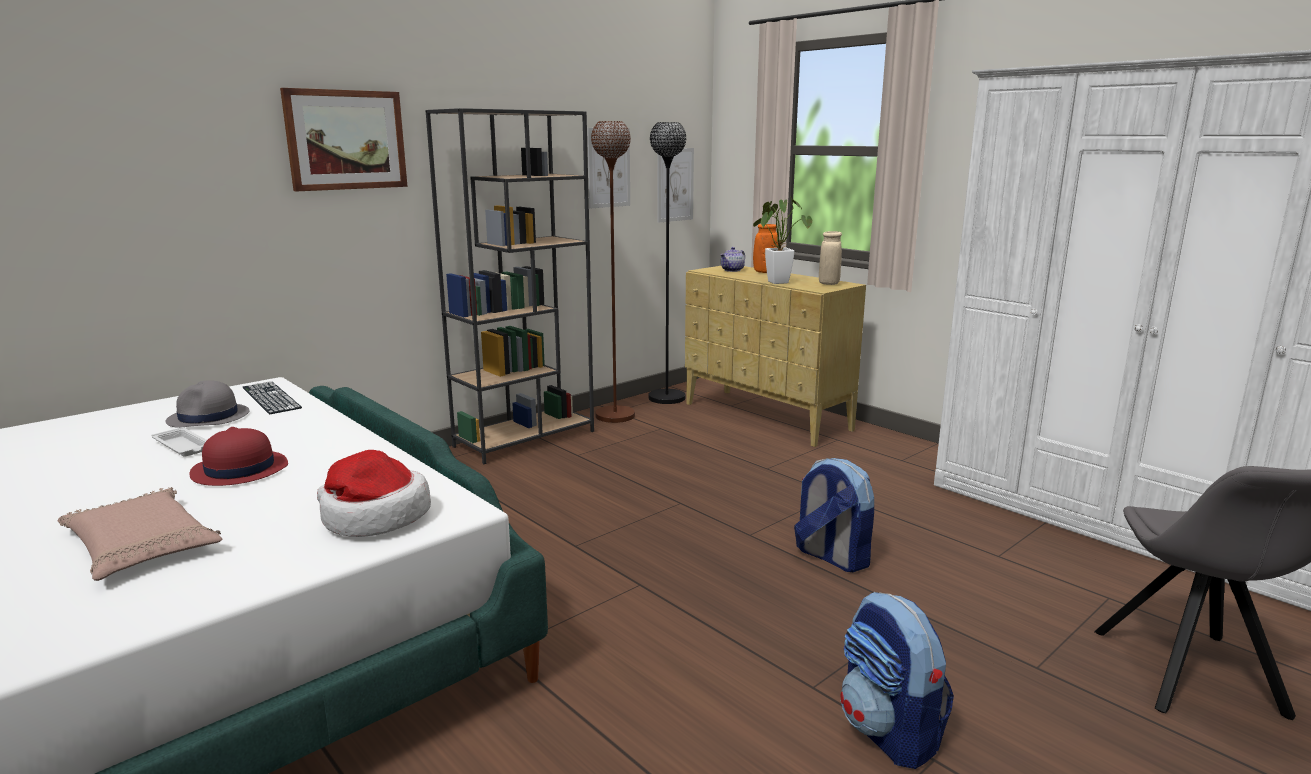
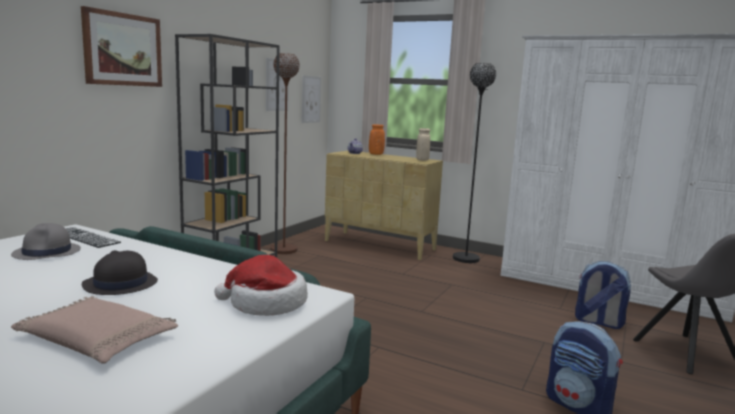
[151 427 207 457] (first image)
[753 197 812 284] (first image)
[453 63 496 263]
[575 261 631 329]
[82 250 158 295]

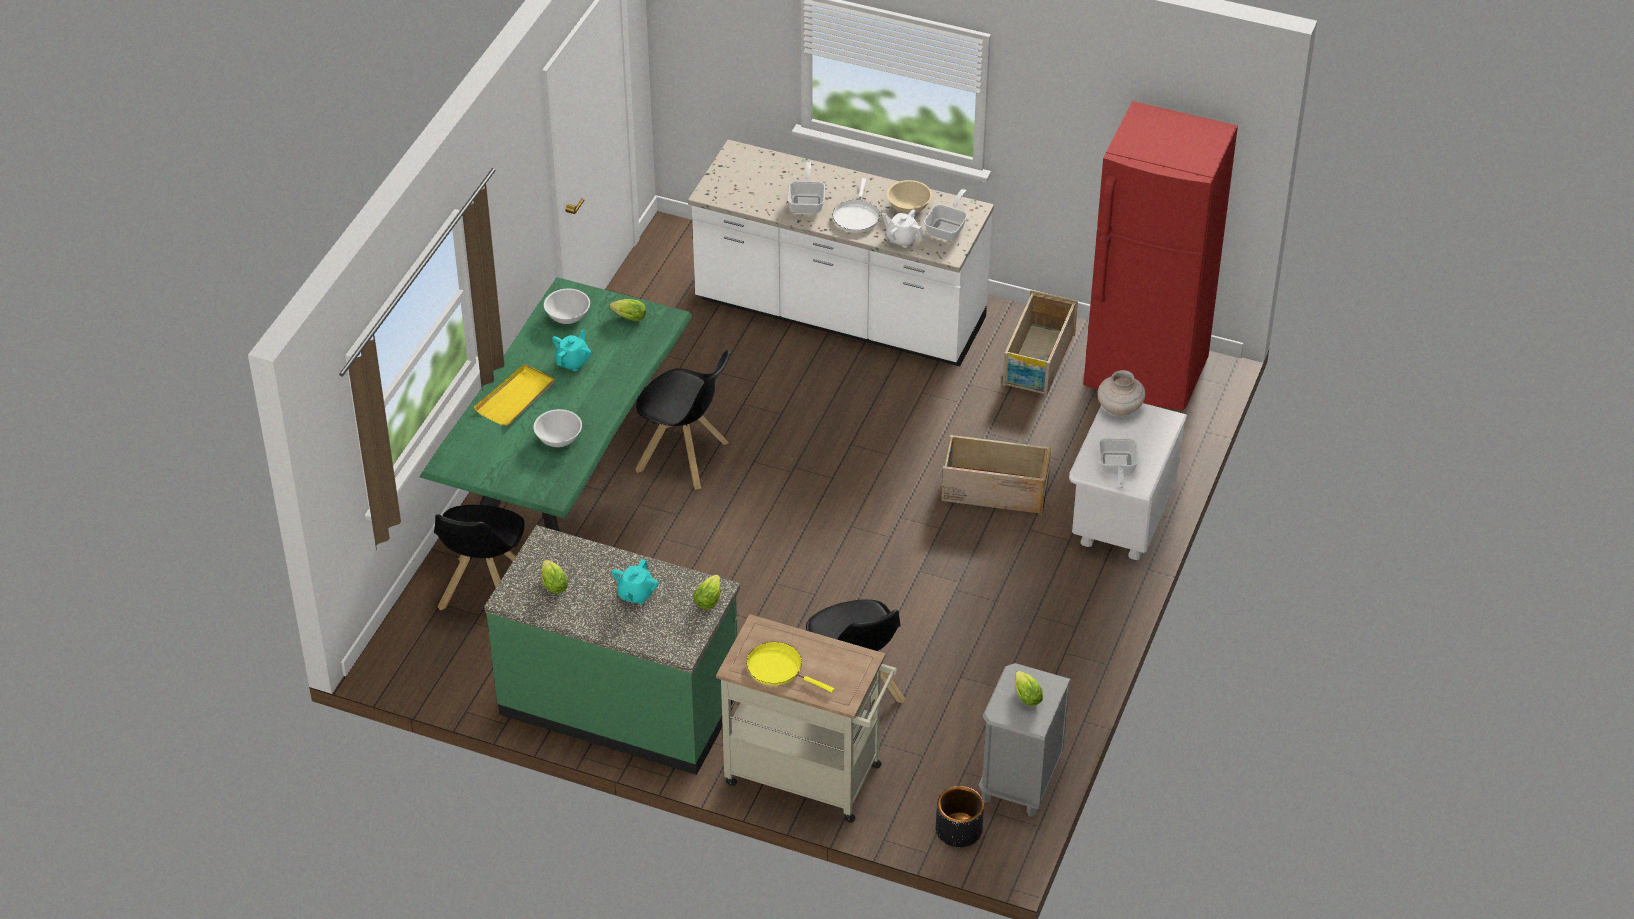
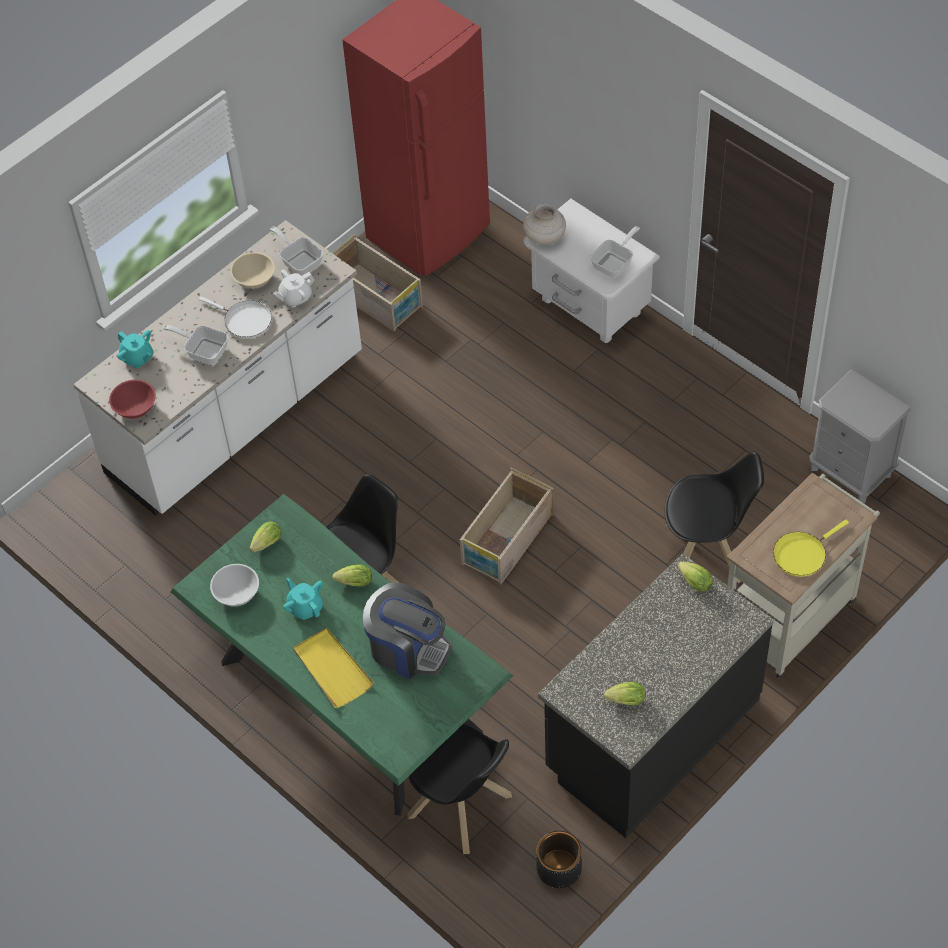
[109 380 156 419]
[117 330 153 368]
[536 831 582 888]
[460 468 554 584]
[332 565 372 586]
[363 582 452 679]
[538 554 774 838]
[590 226 640 278]

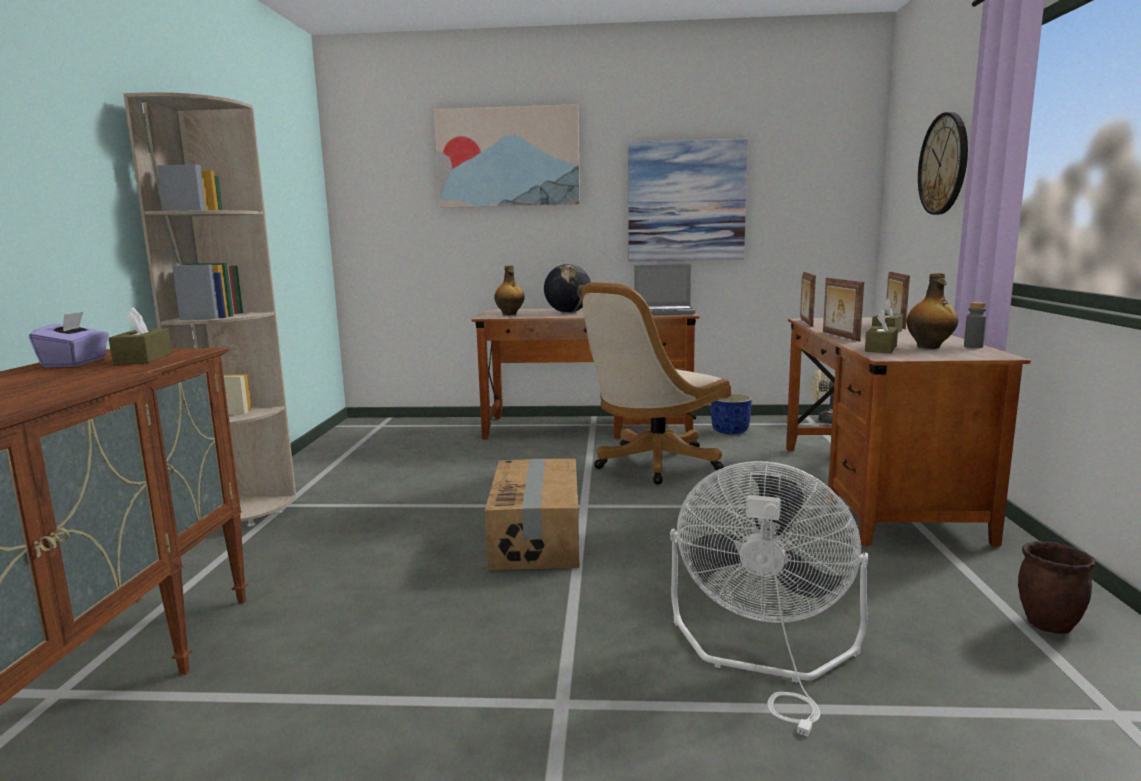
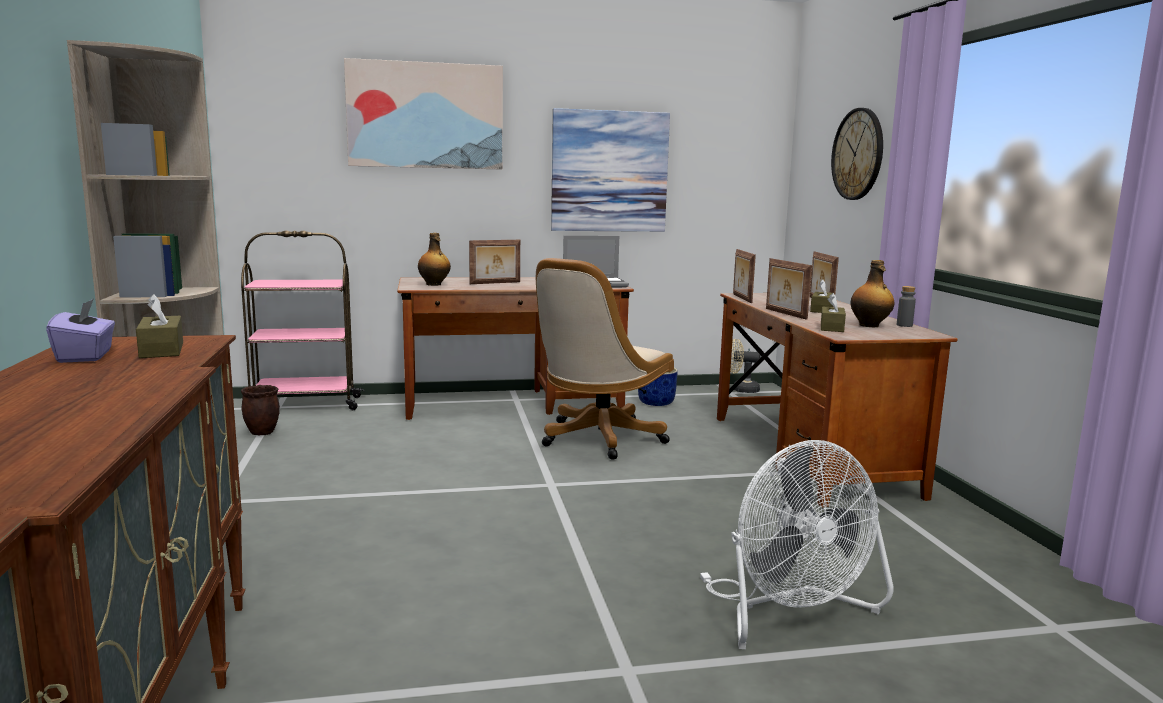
[485 459 580 570] (first image)
[241 230 366 410]
[241 385 280 435]
[469 240 520 284]
[700 440 894 649]

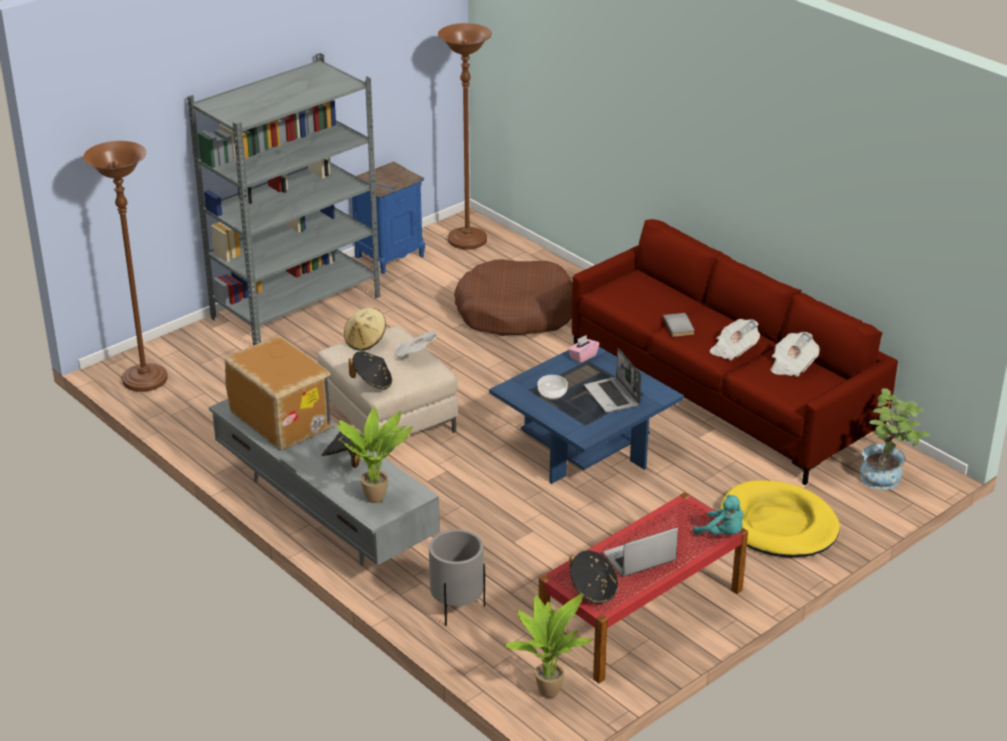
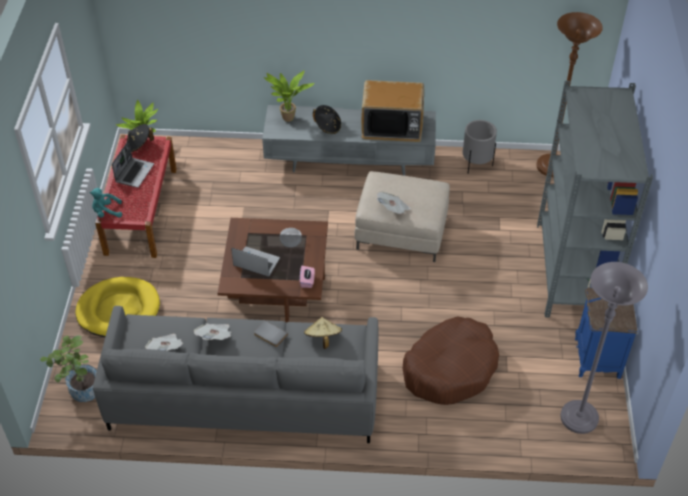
[349 351 392 389] (first image)
[304 317 342 349]
[463 120 497 174]
[561 262 648 434]
[218 218 328 323]
[93 306 378 443]

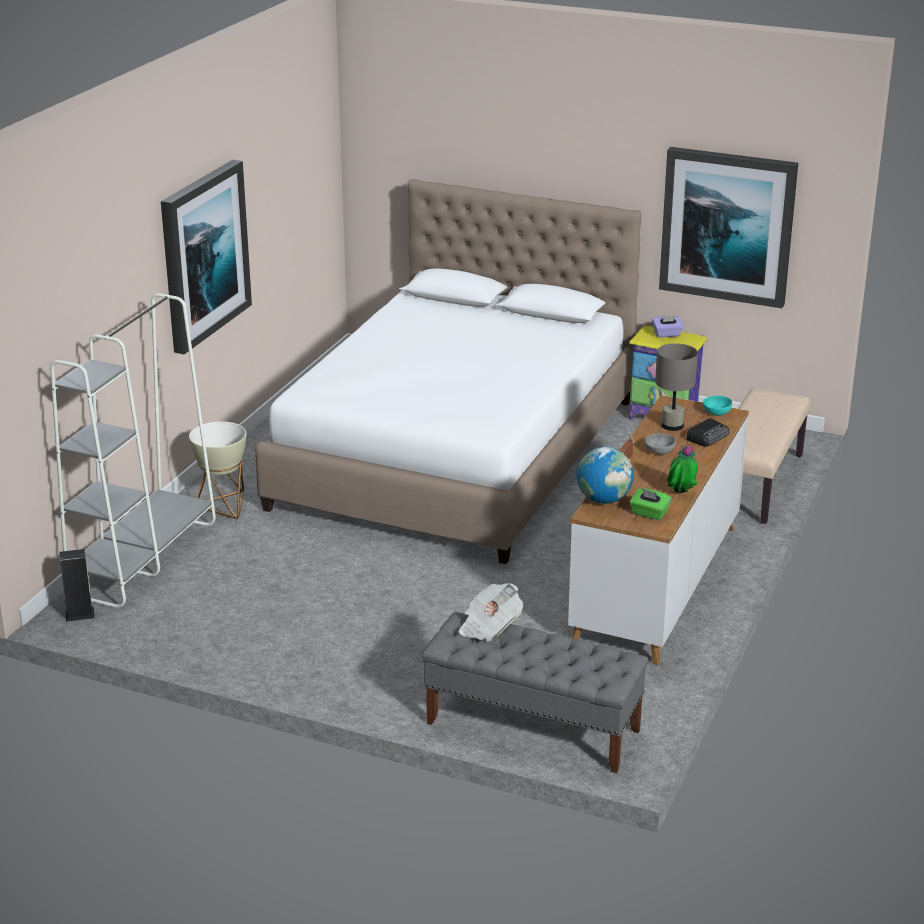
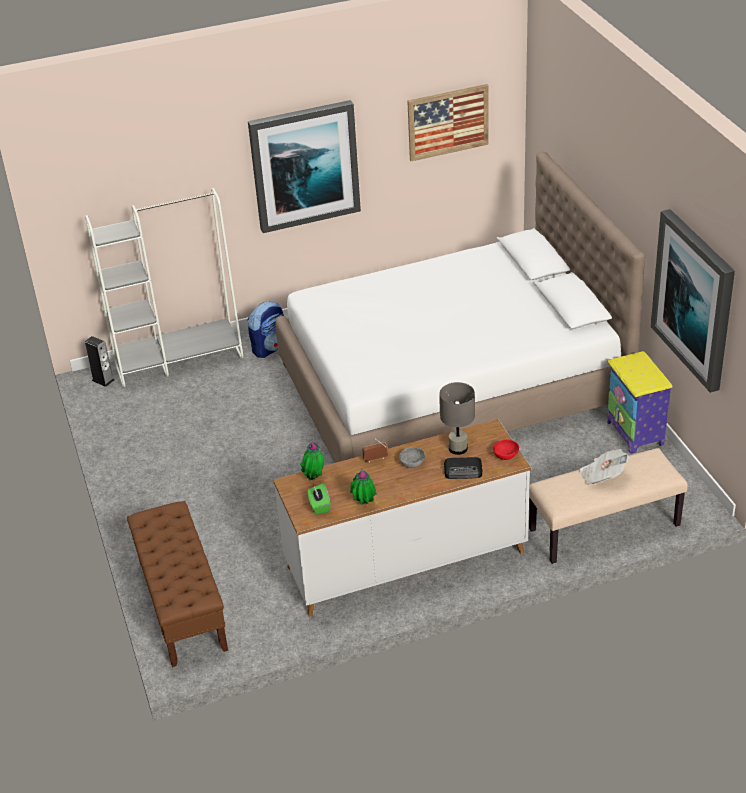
[652 315 684 338] (first image)
[407 84 489 161]
[580 449 629 485]
[247 302 284 358]
[300 442 324 480]
[127 501 228 667]
[493 440 519 460]

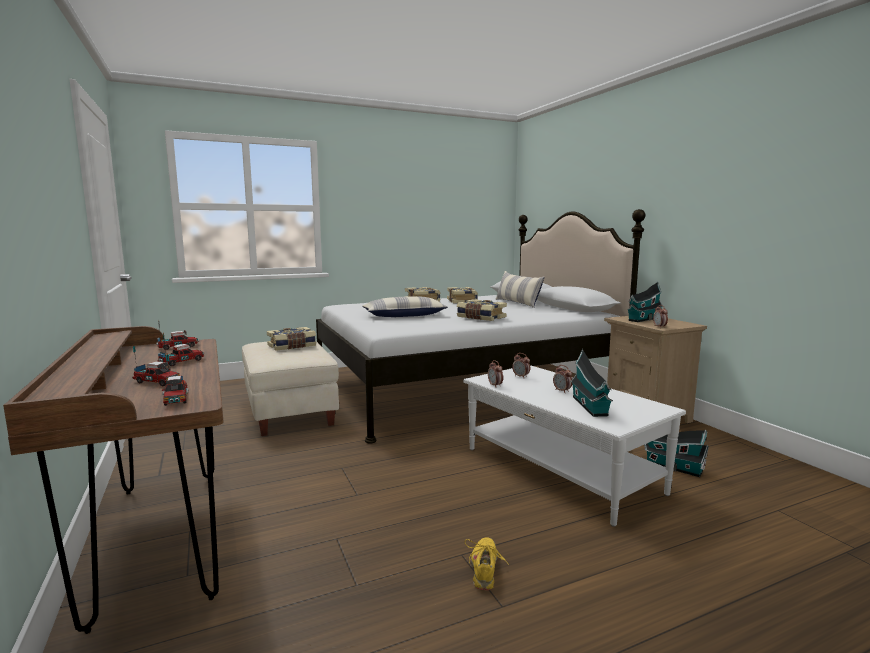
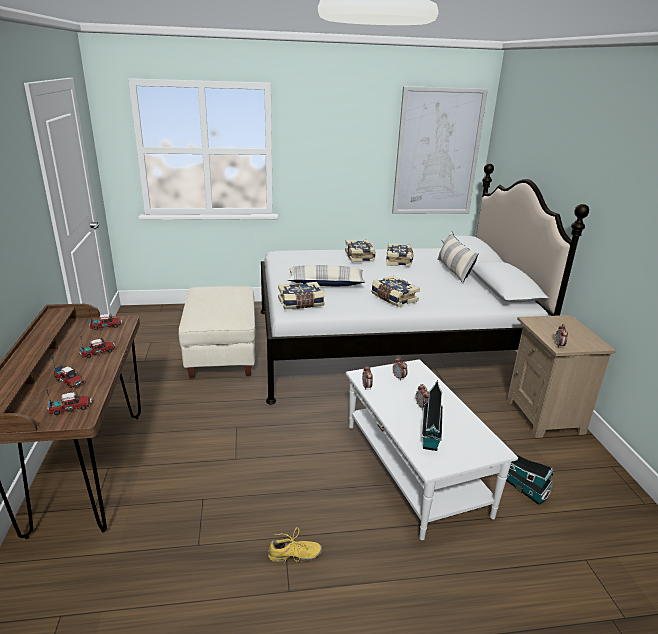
[627 282 663 322] (first image)
[392 86 488 214]
[278 282 325 310]
[47 390 92 415]
[268 527 322 562]

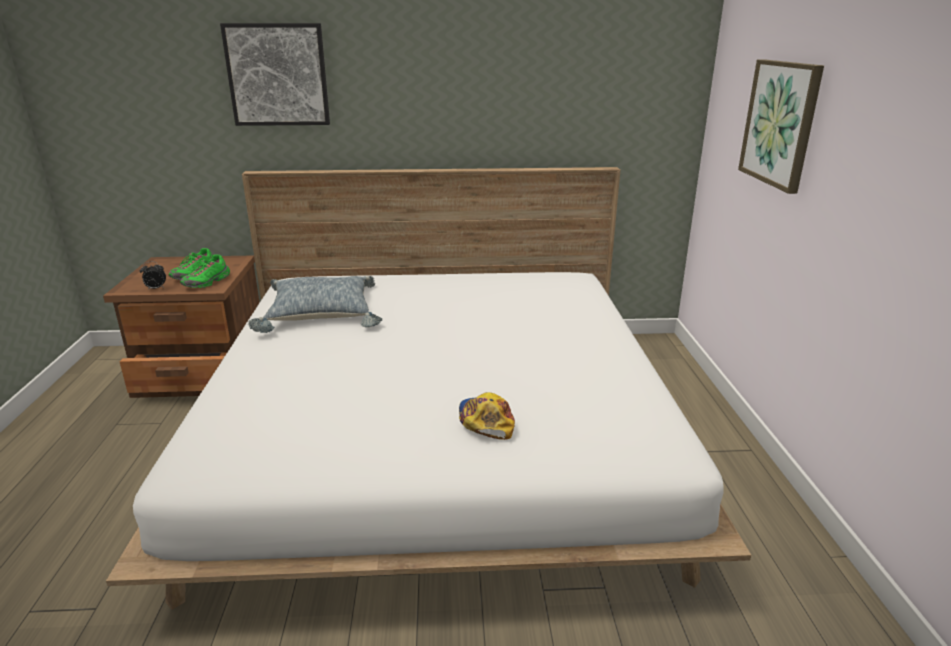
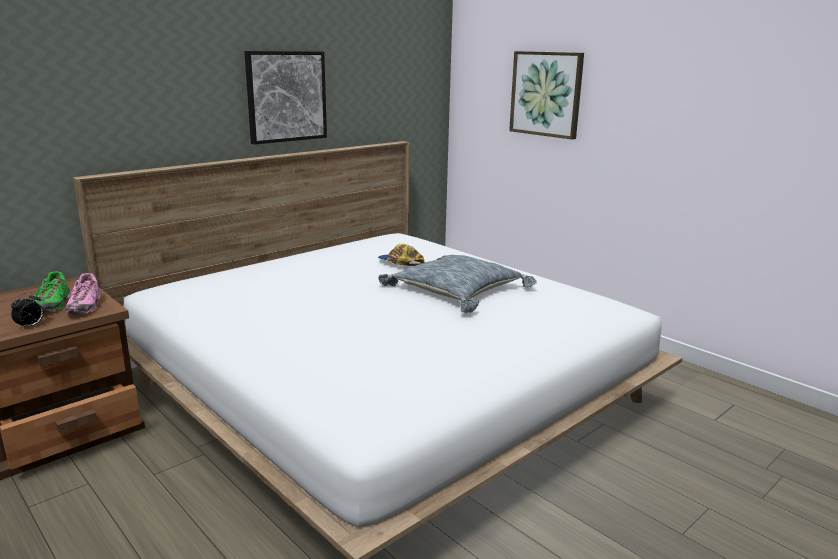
[244 51 327 144]
[379 255 537 313]
[378 243 425 266]
[65 273 101 314]

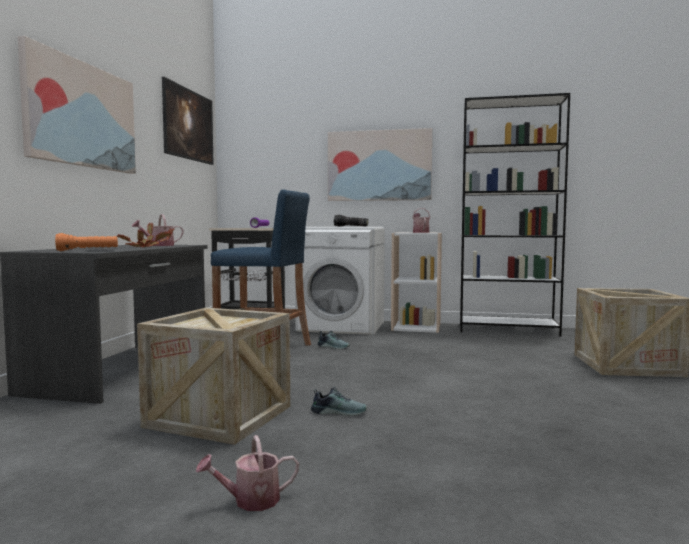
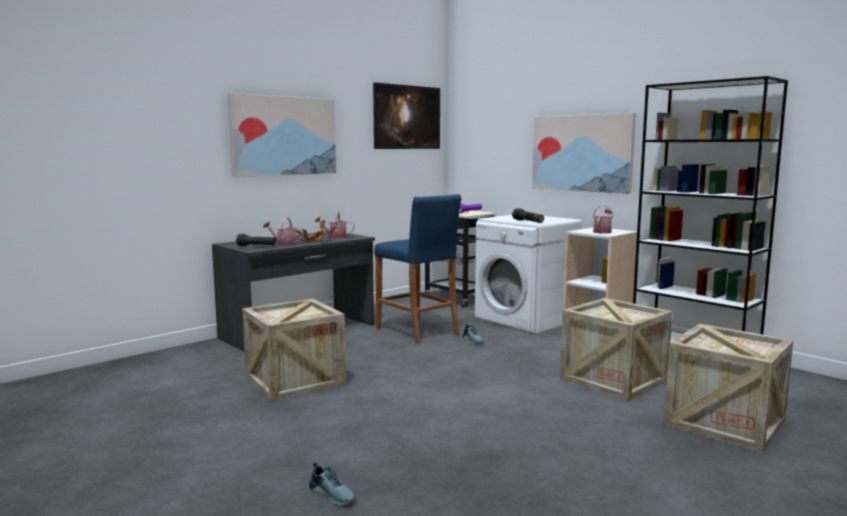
[560 298 673 401]
[263 217 303 246]
[309 462 356 505]
[236 234 276 246]

